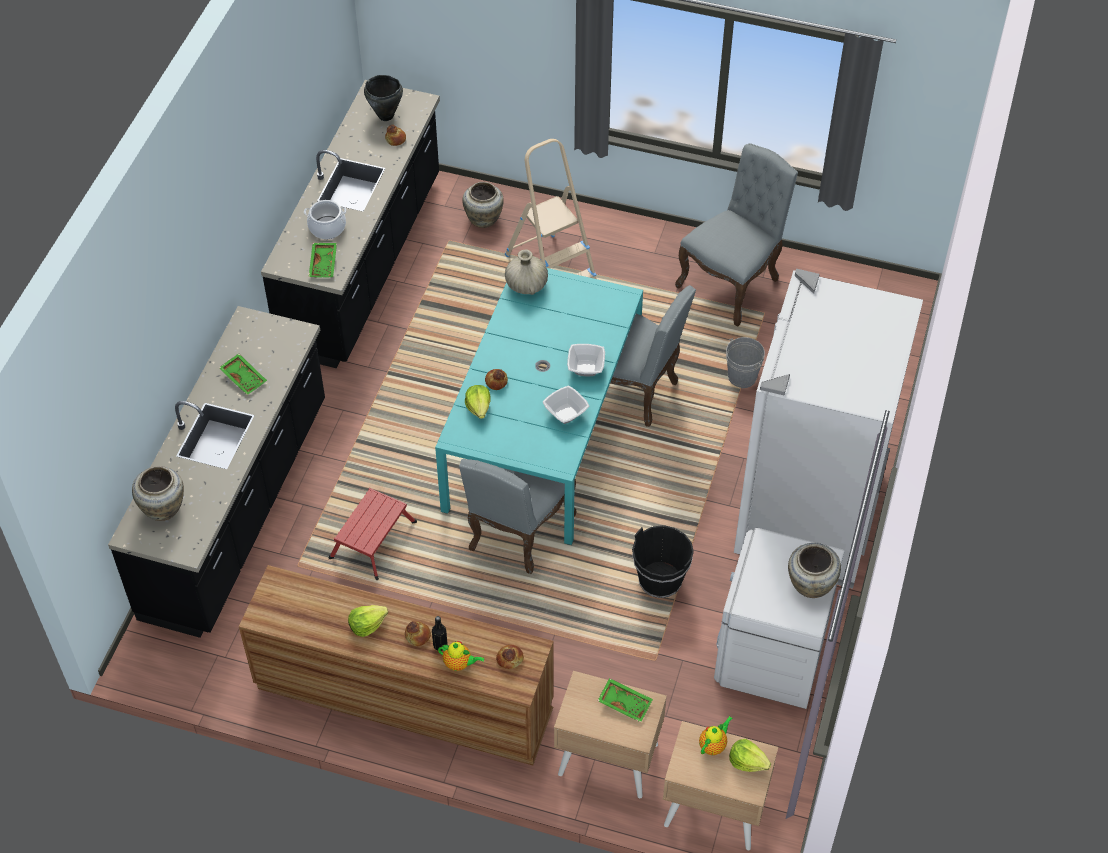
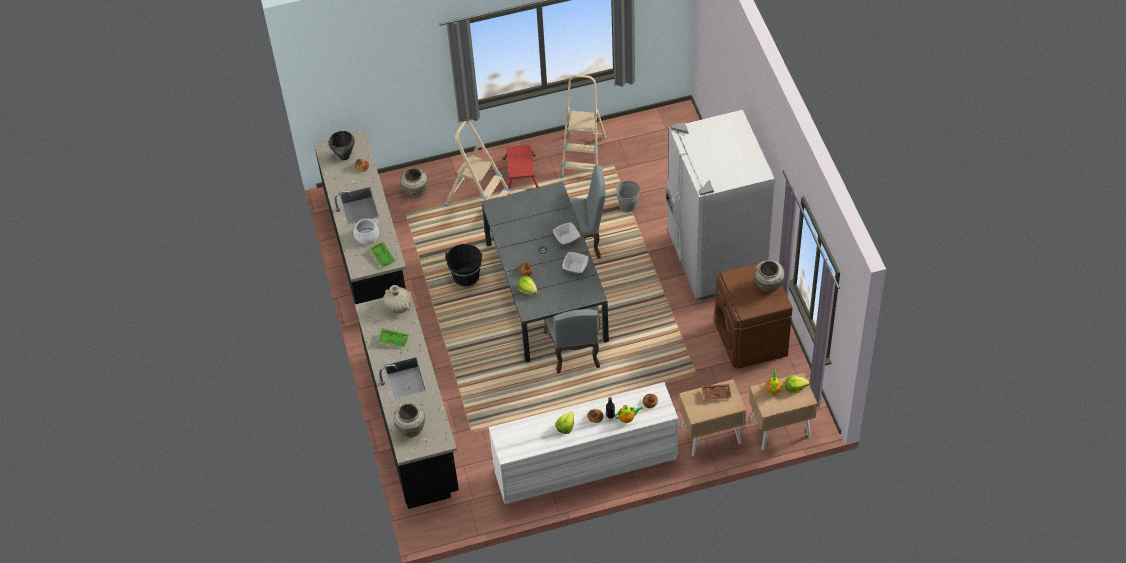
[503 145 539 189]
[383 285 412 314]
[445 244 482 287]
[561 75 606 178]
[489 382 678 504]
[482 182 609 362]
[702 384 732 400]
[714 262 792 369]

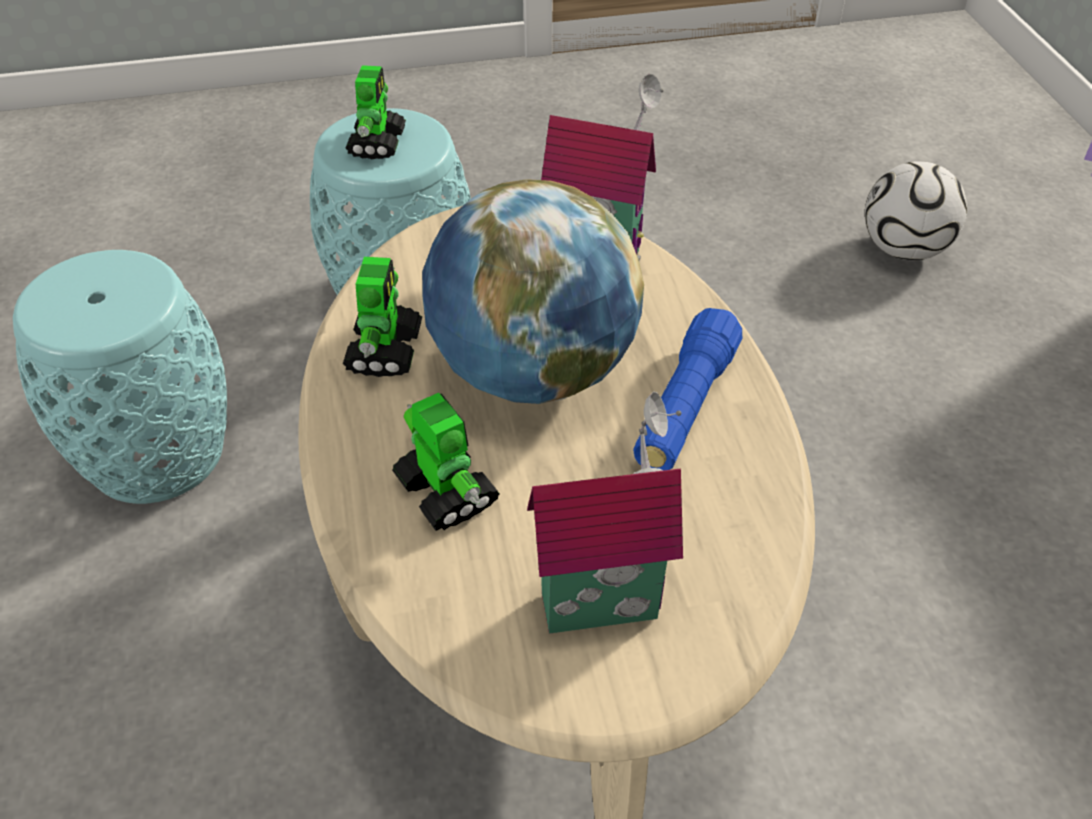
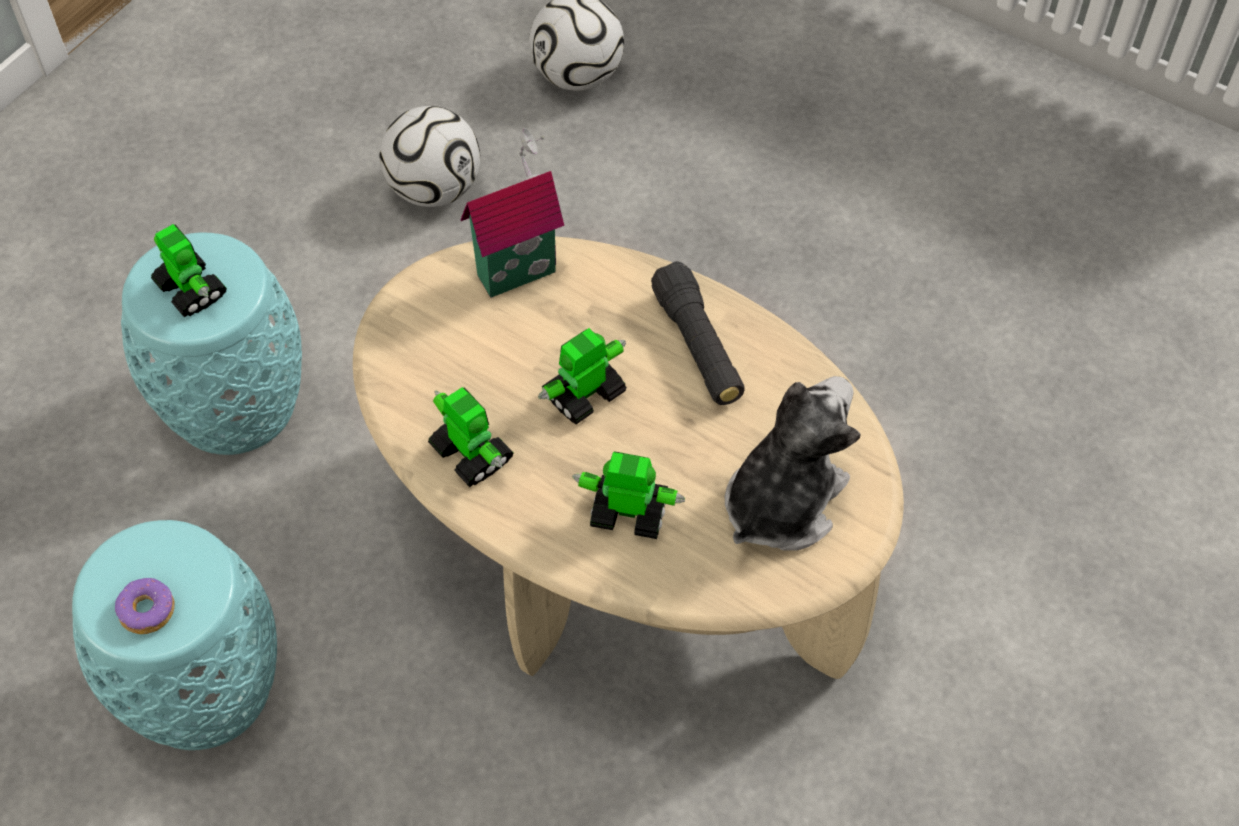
[115 578 175 634]
[380 106 480 207]
[538 328 627 424]
[725 376 860 551]
[651 261 745 405]

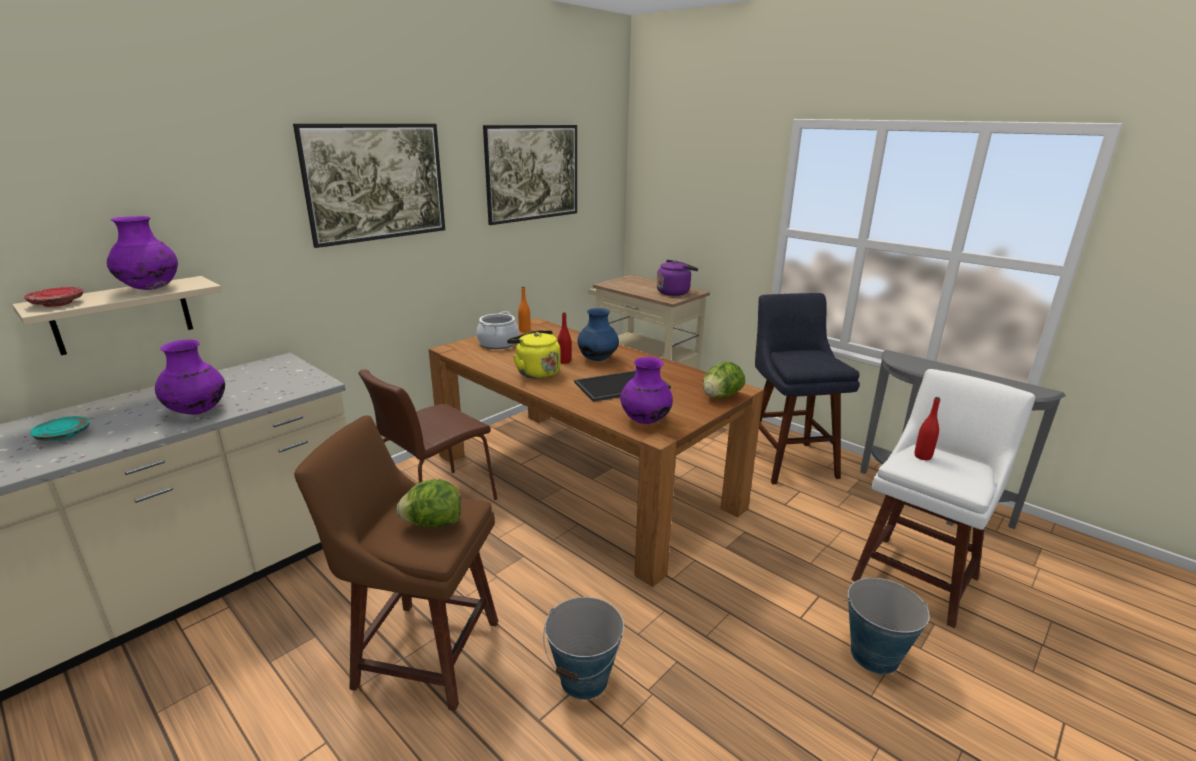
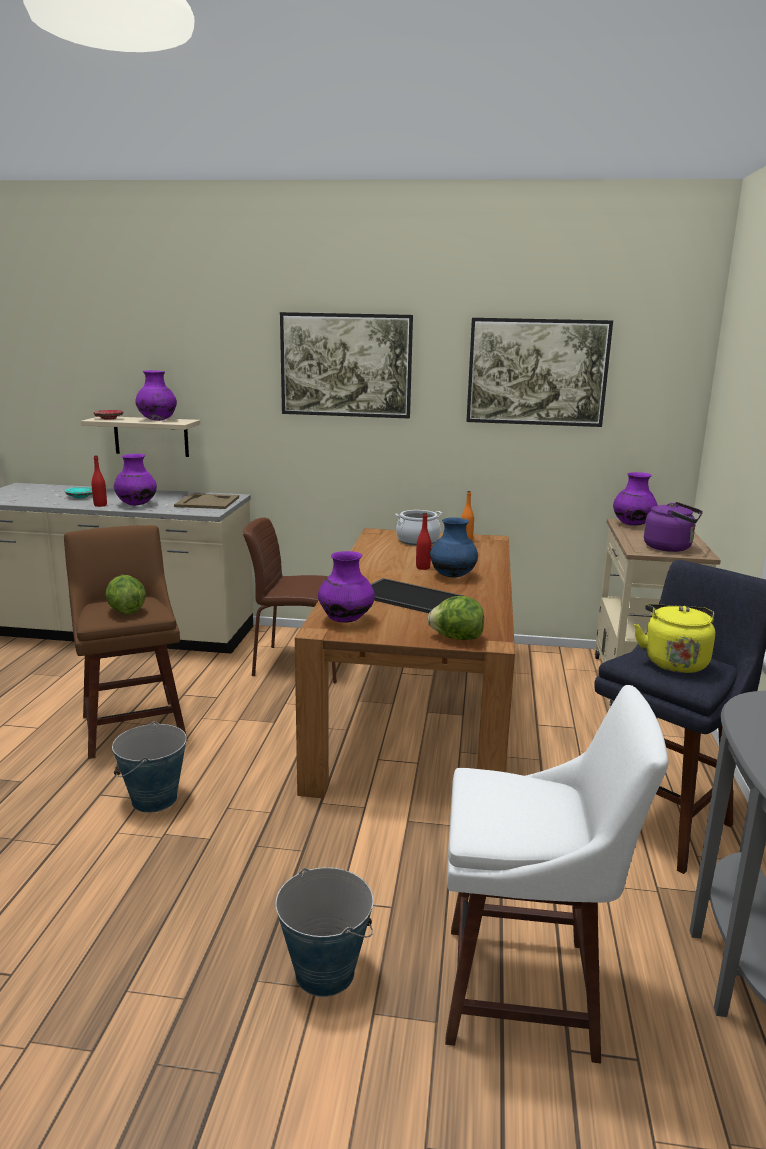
[174 493 239 509]
[613 472 658 526]
[634 604 715 673]
[91 455 107 507]

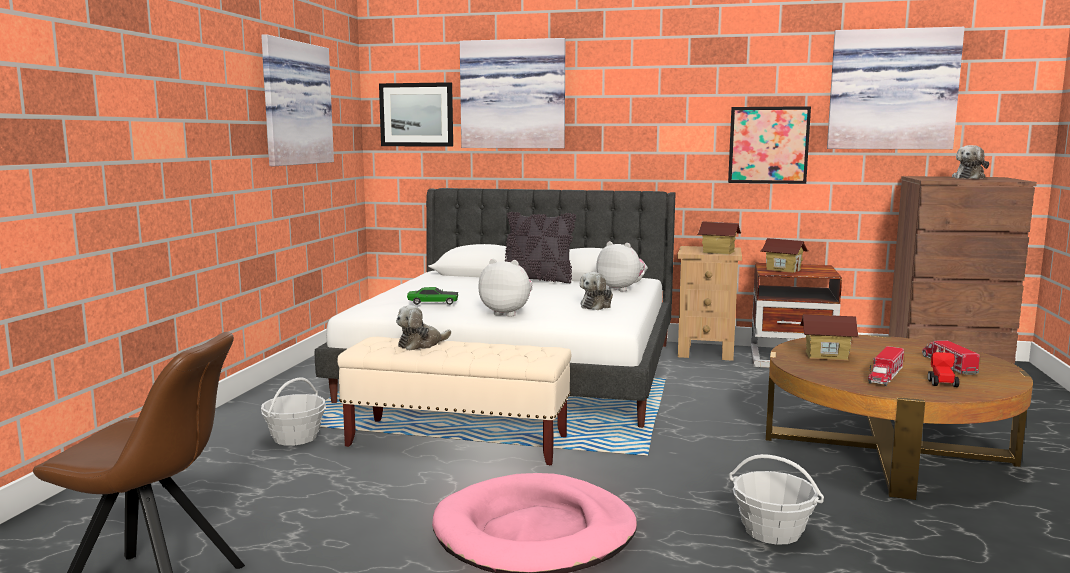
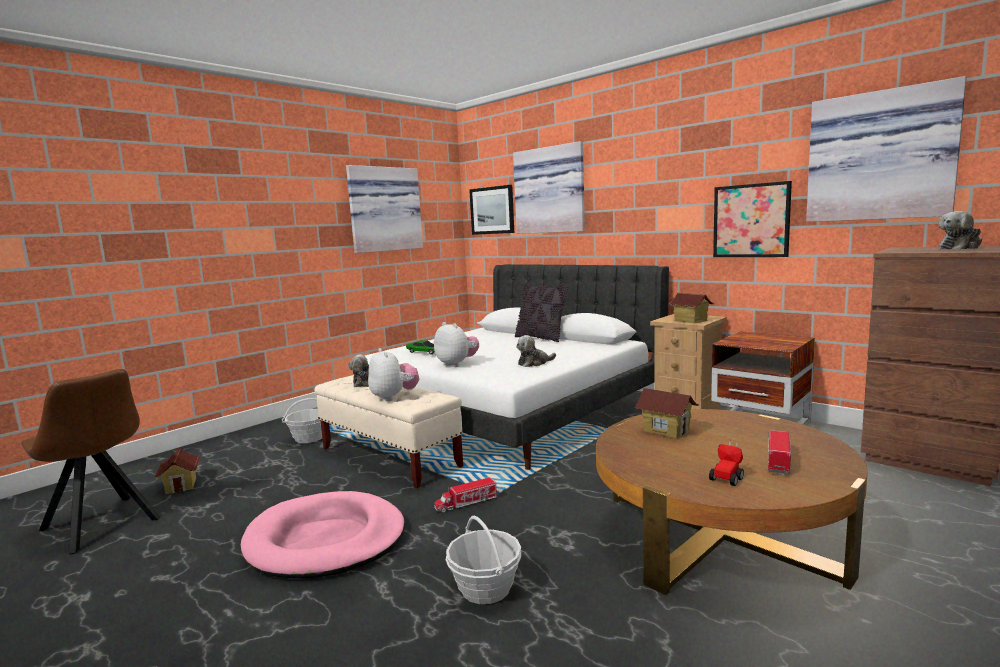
[368 348 419 401]
[154 448 200 494]
[434 477 498 513]

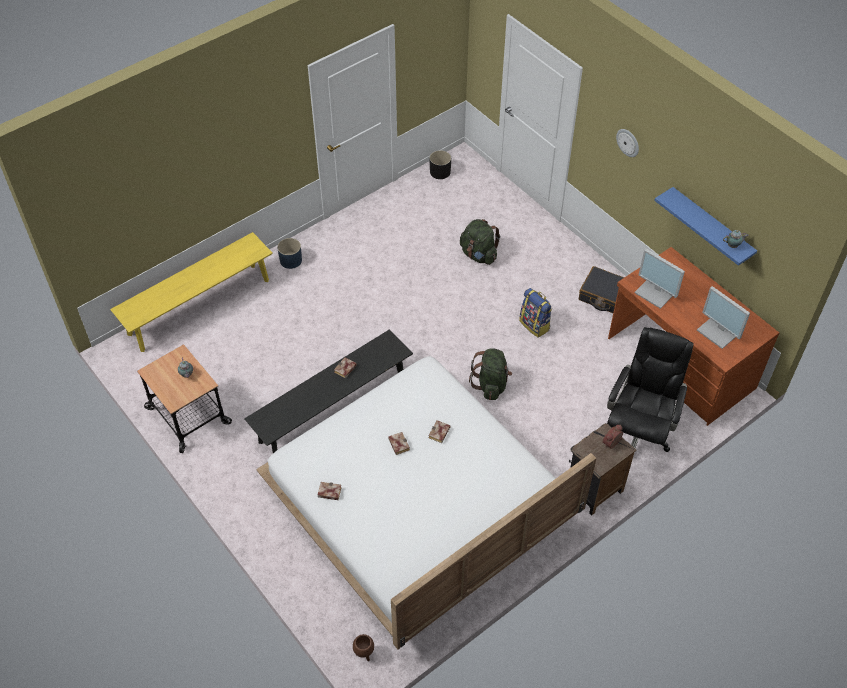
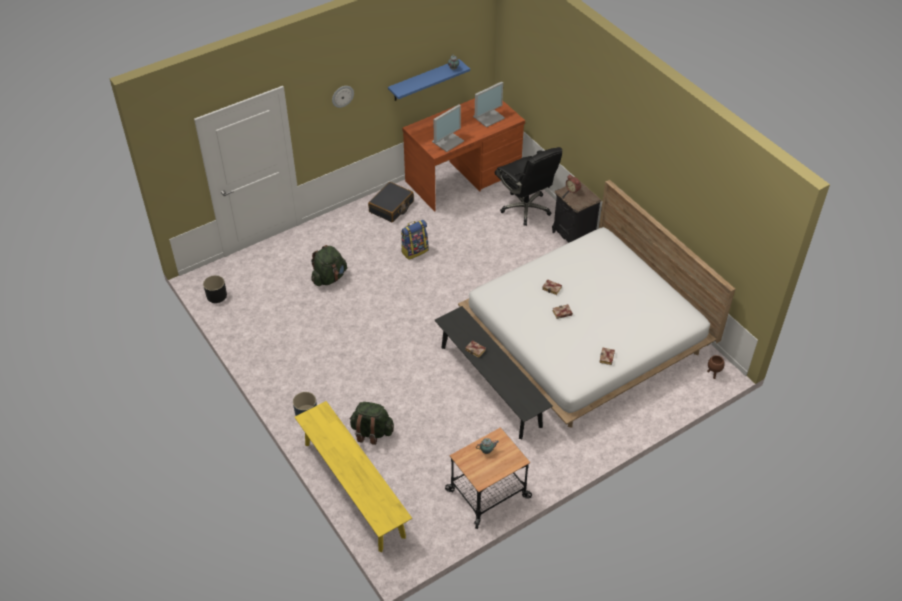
[350 402 394 445]
[495 147 562 226]

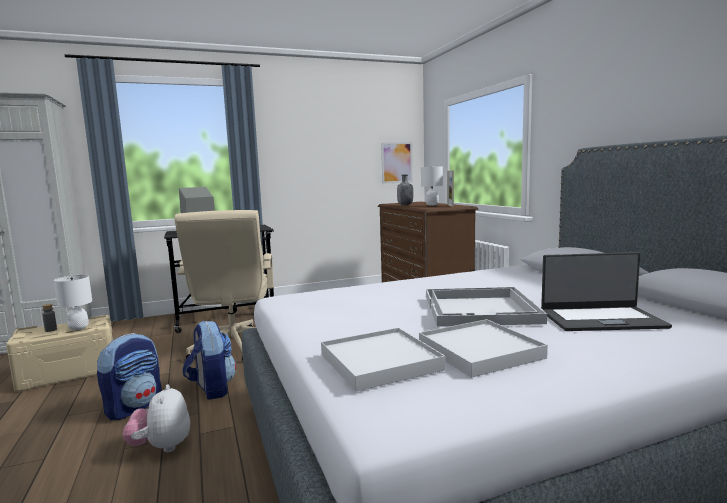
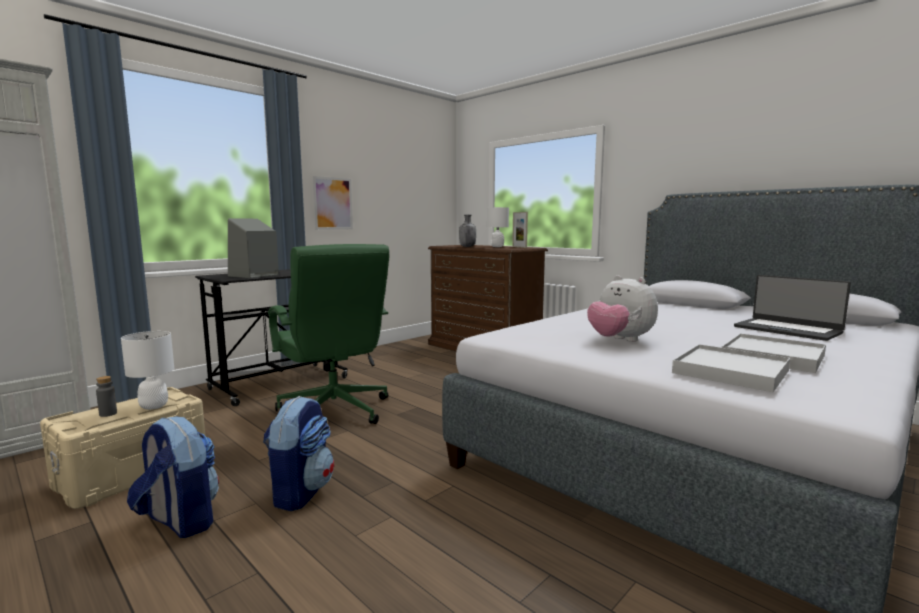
[426 287 547 327] (first image)
[587 275 658 342]
[127 417 219 538]
[312 176 353 230]
[268 244 389 424]
[734 275 851 341]

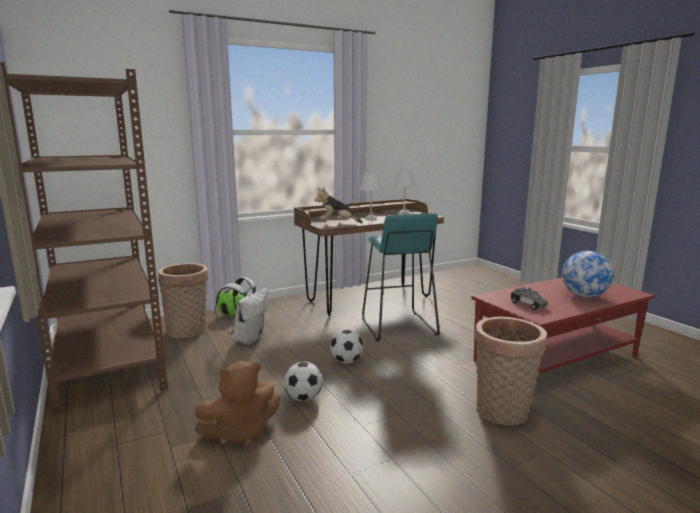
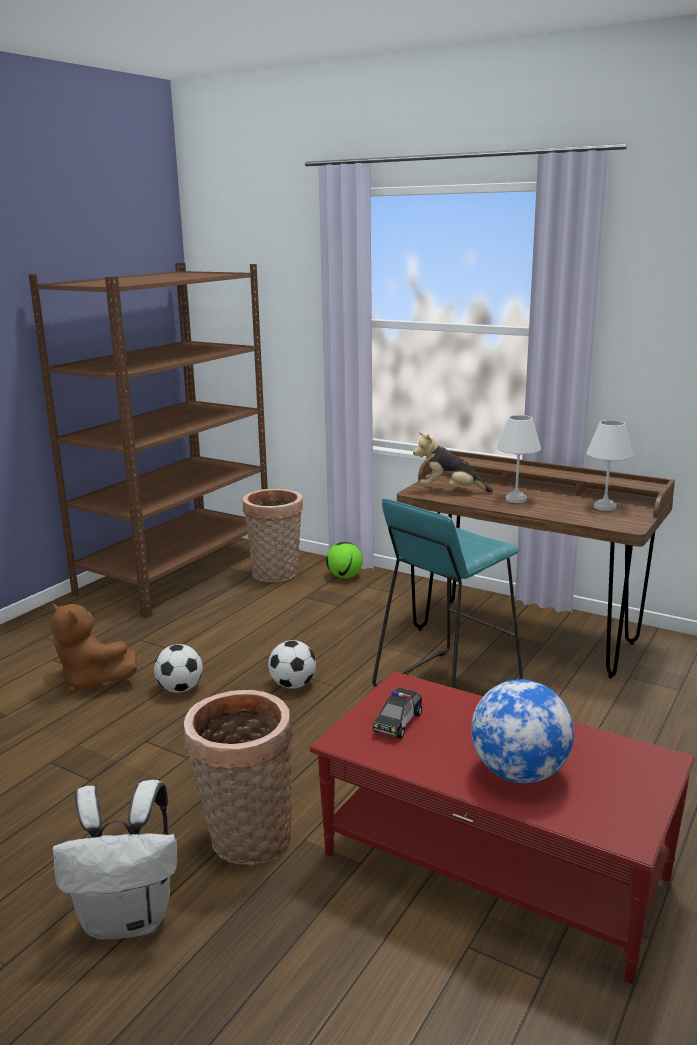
[52 780 177 940]
[413 432 493 493]

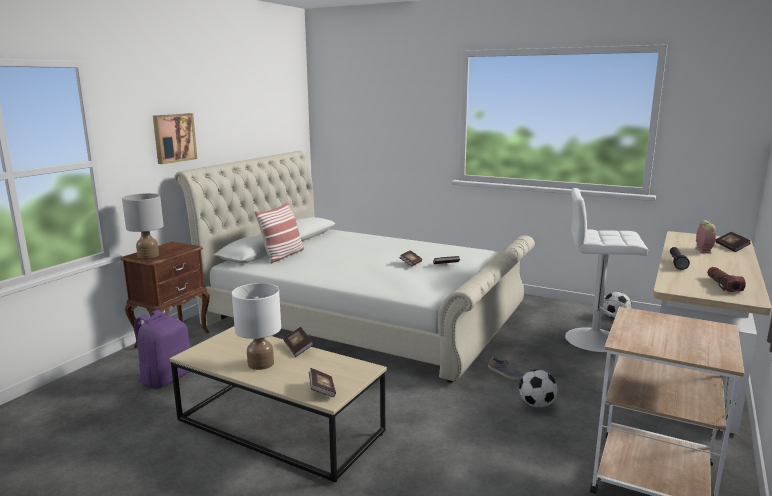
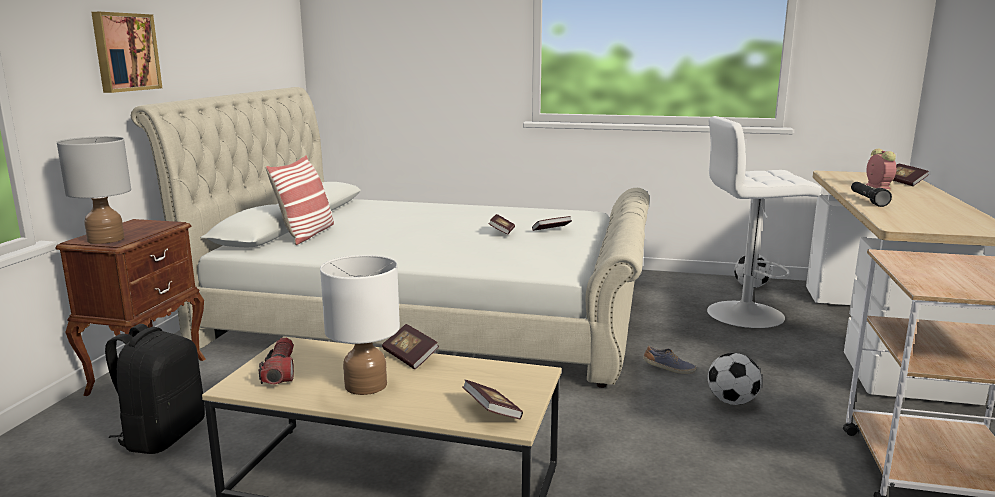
[258 337 294 384]
[105 324 205 454]

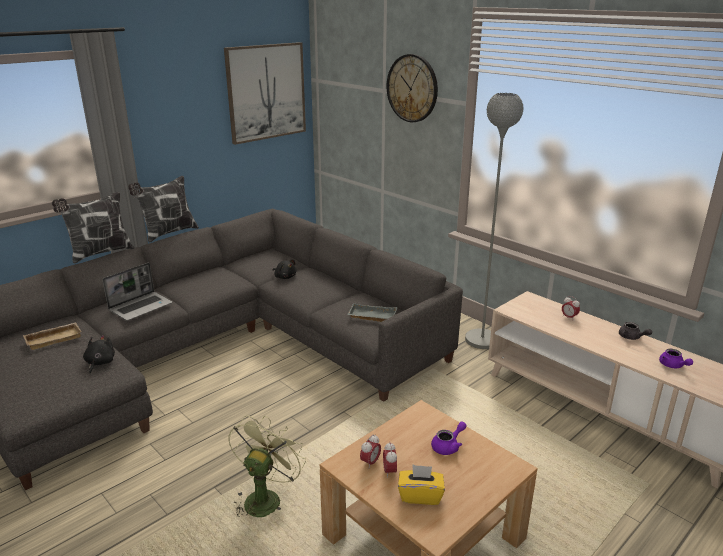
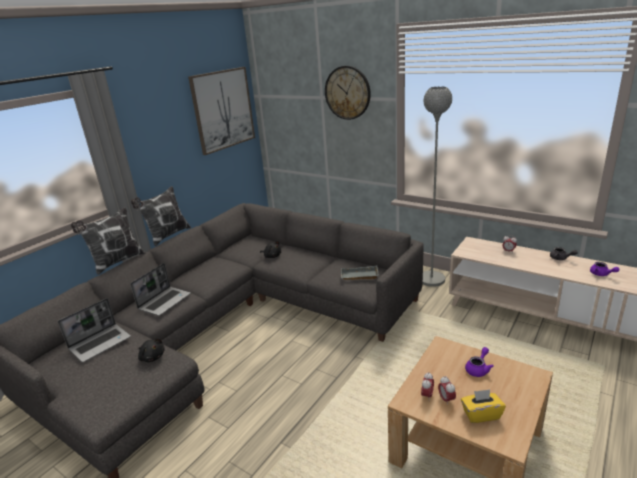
[228 416 306 517] (first image)
[58 298 131 362]
[138 338 165 362]

